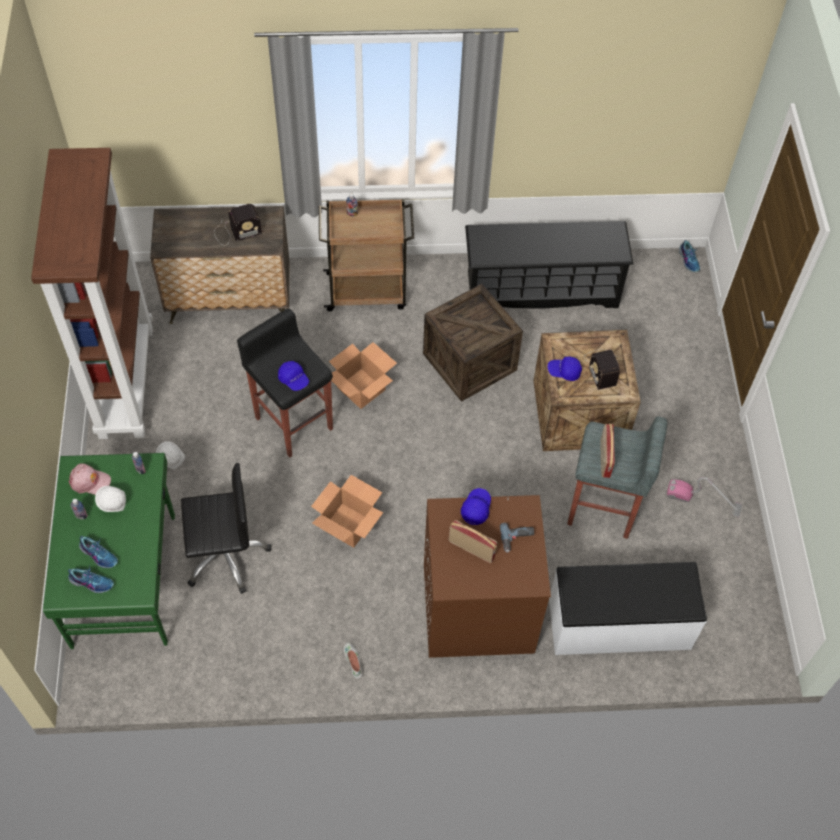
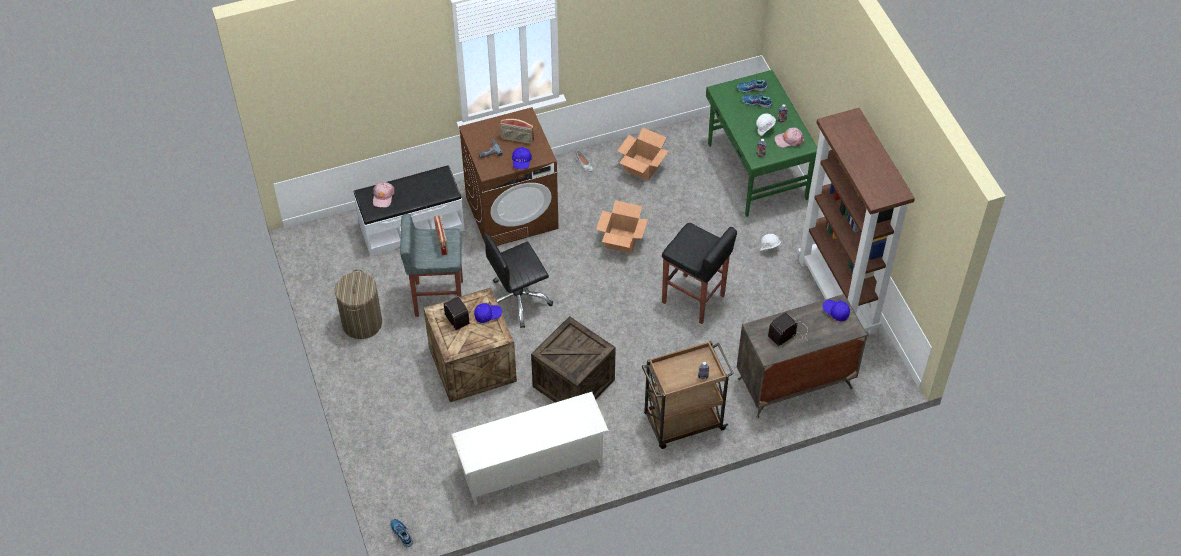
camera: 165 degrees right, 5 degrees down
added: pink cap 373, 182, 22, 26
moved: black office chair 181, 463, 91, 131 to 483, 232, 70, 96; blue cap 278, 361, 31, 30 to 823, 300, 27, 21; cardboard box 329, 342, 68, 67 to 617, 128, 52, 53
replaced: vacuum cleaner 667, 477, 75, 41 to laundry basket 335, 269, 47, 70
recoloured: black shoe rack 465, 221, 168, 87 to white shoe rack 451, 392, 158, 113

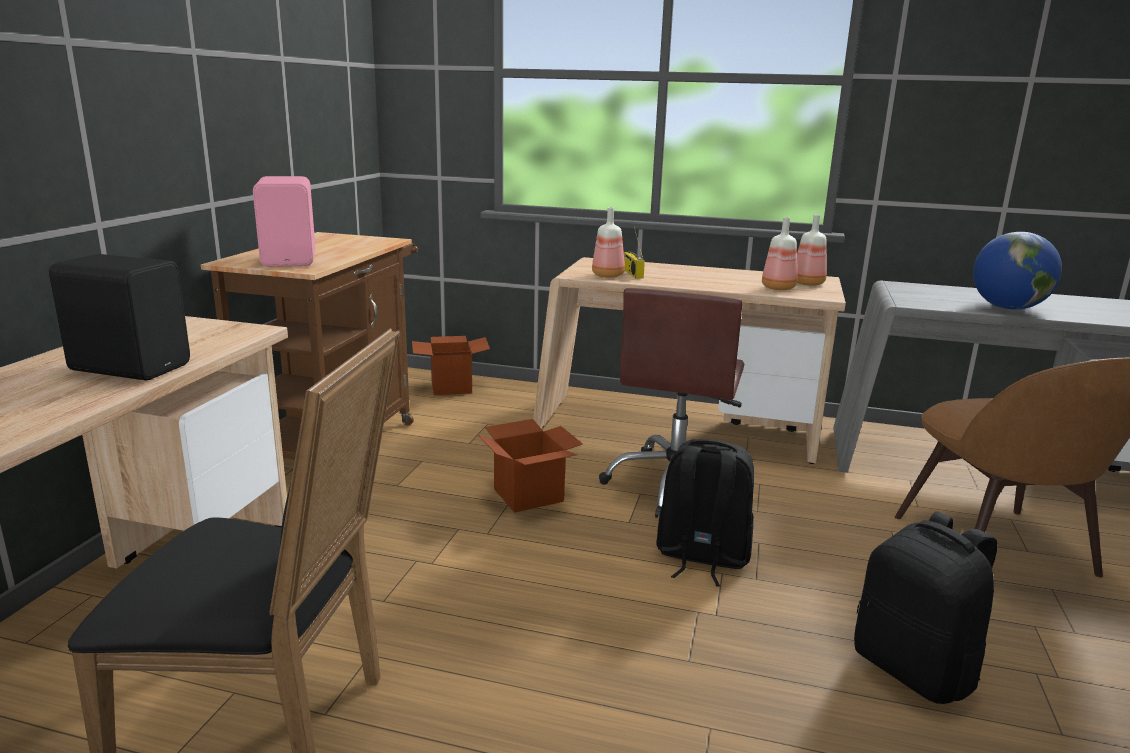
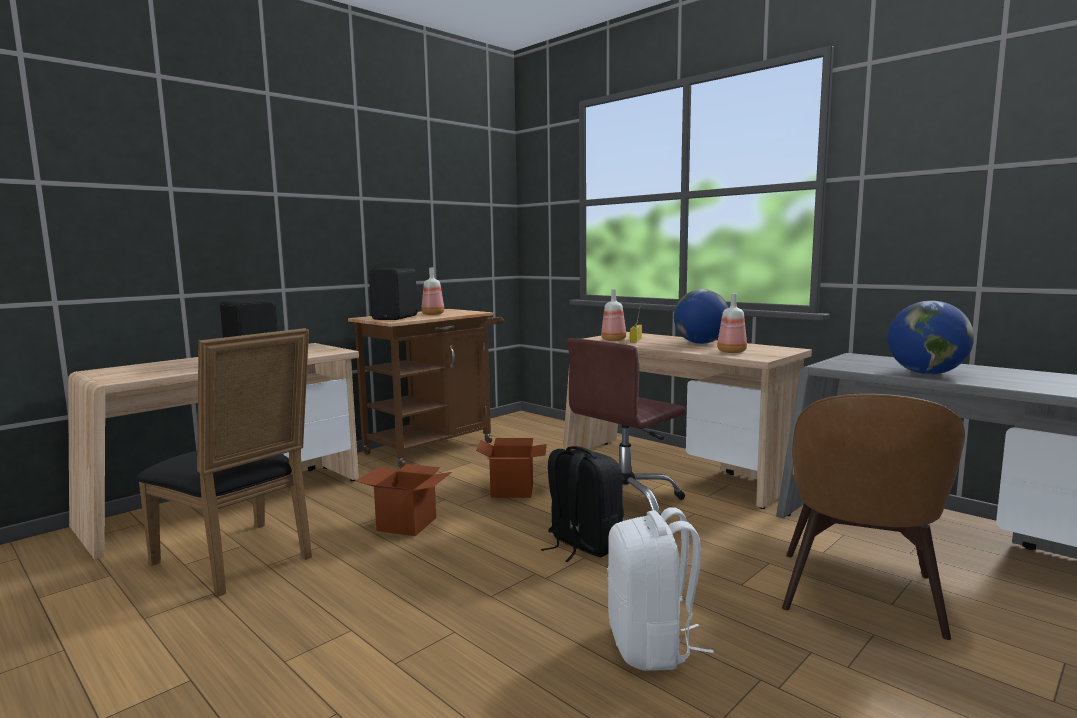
camera: 30 degrees right, 10 degrees down
added: globe 674, 289, 55, 55
moved: cardboard box 412, 336, 78, 59 to 355, 464, 97, 72; bottle 797, 215, 30, 71 to 421, 268, 23, 47
recoloured: pink speaker 253, 176, 62, 91 to black speaker 369, 268, 48, 52; black backpack 854, 511, 143, 193 to white backpack 607, 507, 106, 164

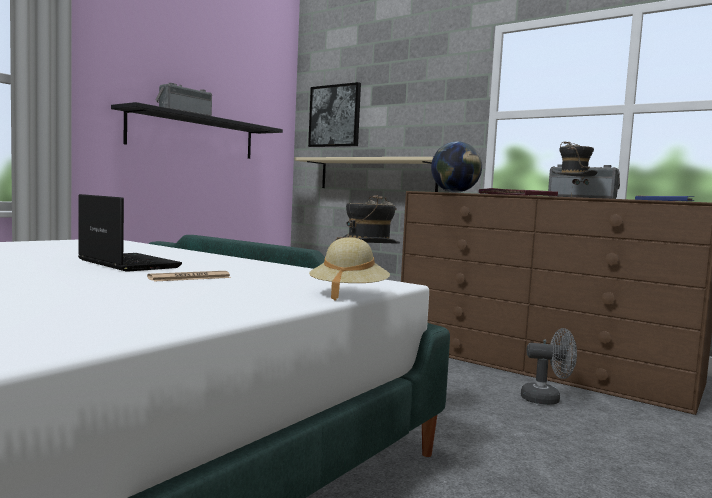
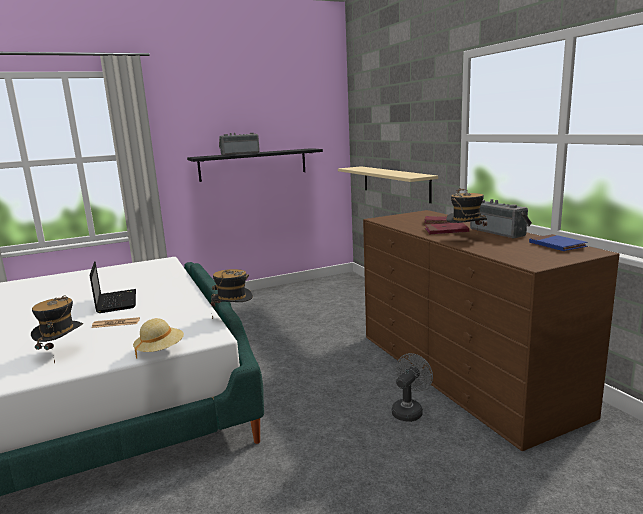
camera: 30 degrees right, 10 degrees up
removed: picture 308, 82, 53, 65; globe 431, 141, 51, 52
added: hat 31, 296, 52, 67
turned: grey fan 521, 328, 56, 77 = 392, 353, 41, 69 90 degrees counterclockwise

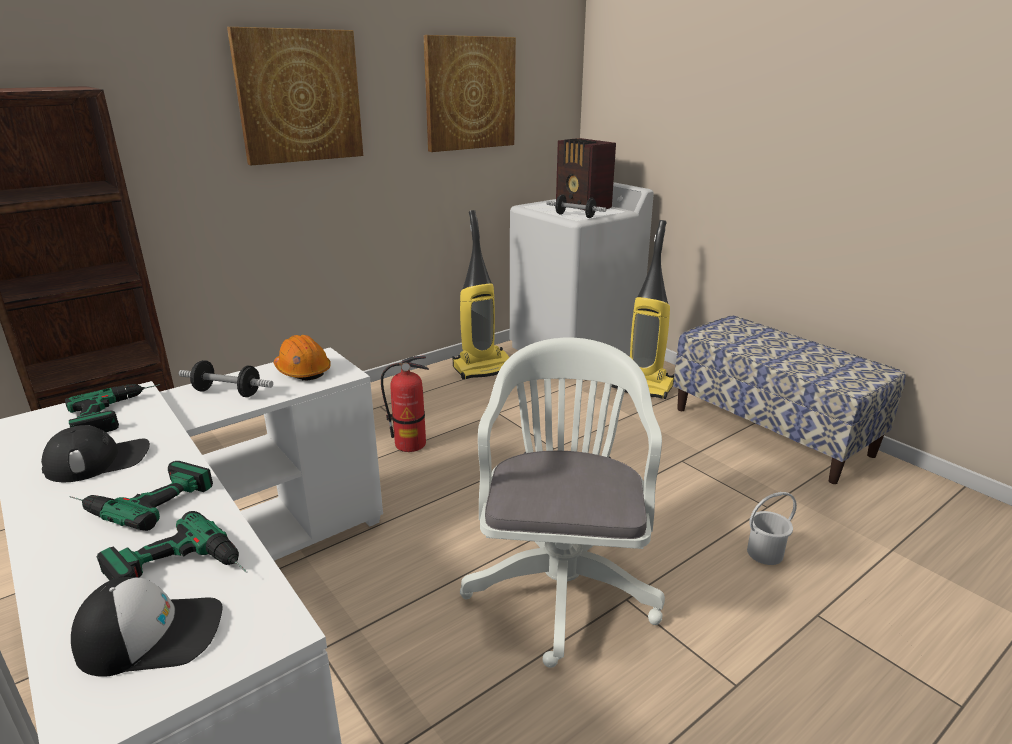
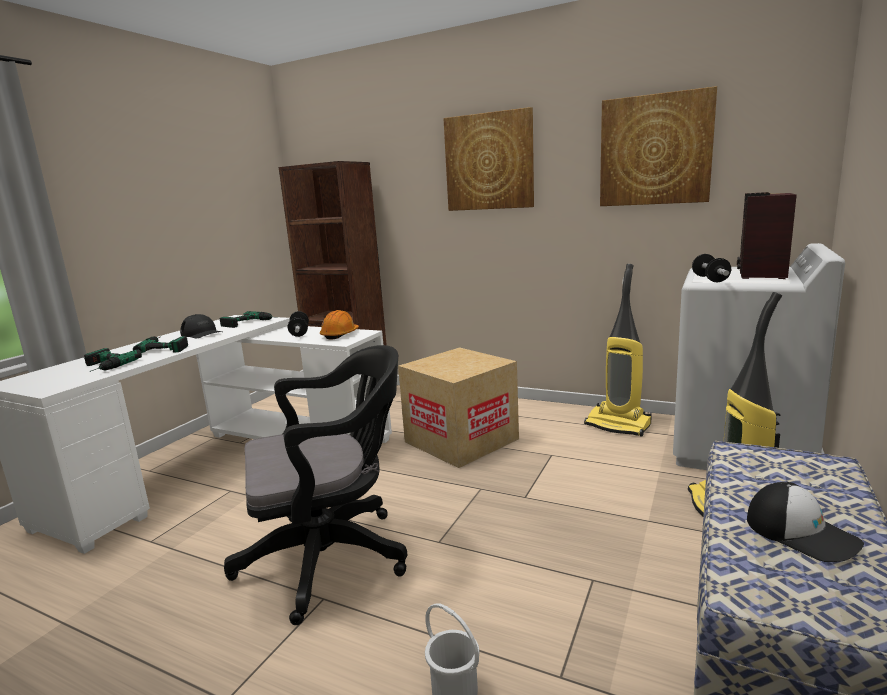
camera: 65 degrees right, 10 degrees down
moved: cap 71, 577, 151, 100 to 747, 482, 117, 80
replaced: fire extinguisher 381, 356, 48, 96 to cardboard box 398, 347, 121, 121
recoloured: white office chair 460, 338, 205, 330 to black office chair 224, 345, 184, 280

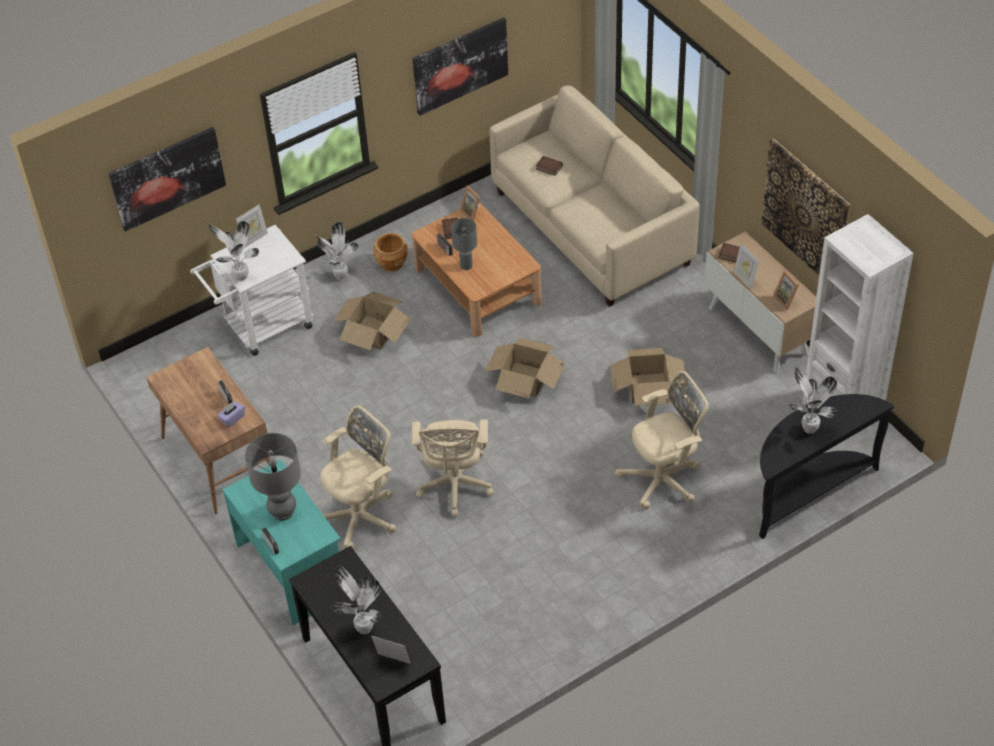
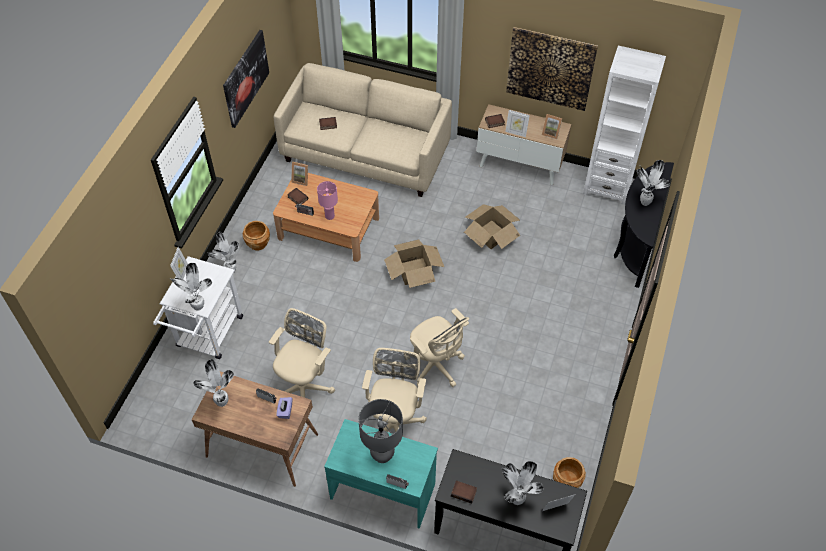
camera: 40 degrees left, 5 degrees up
removed: picture 108, 127, 118, 105; cardboard box 332, 292, 79, 58
added: potted plant 194, 359, 40, 48; book 451, 480, 26, 24; brown planter 553, 457, 33, 31
moved: beige office chair 614, 371, 94, 139 to 269, 308, 66, 90
recoloured: grey table lamp 451, 218, 26, 52 to pink table lamp 317, 181, 21, 39

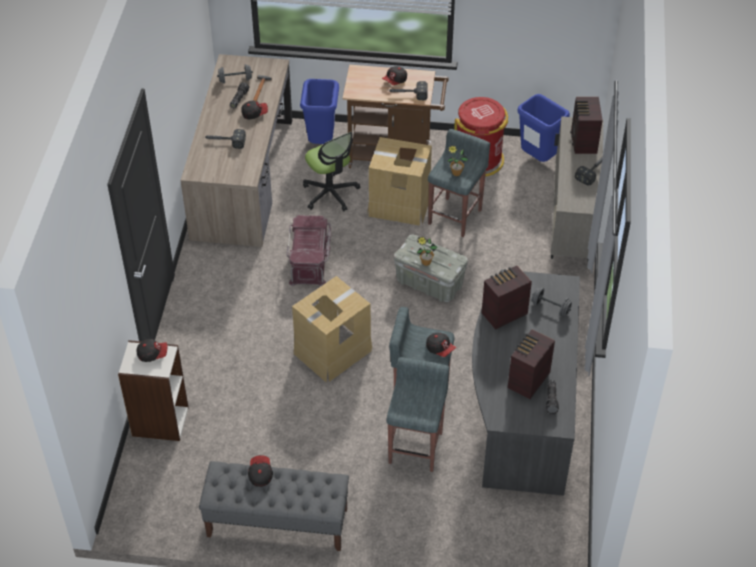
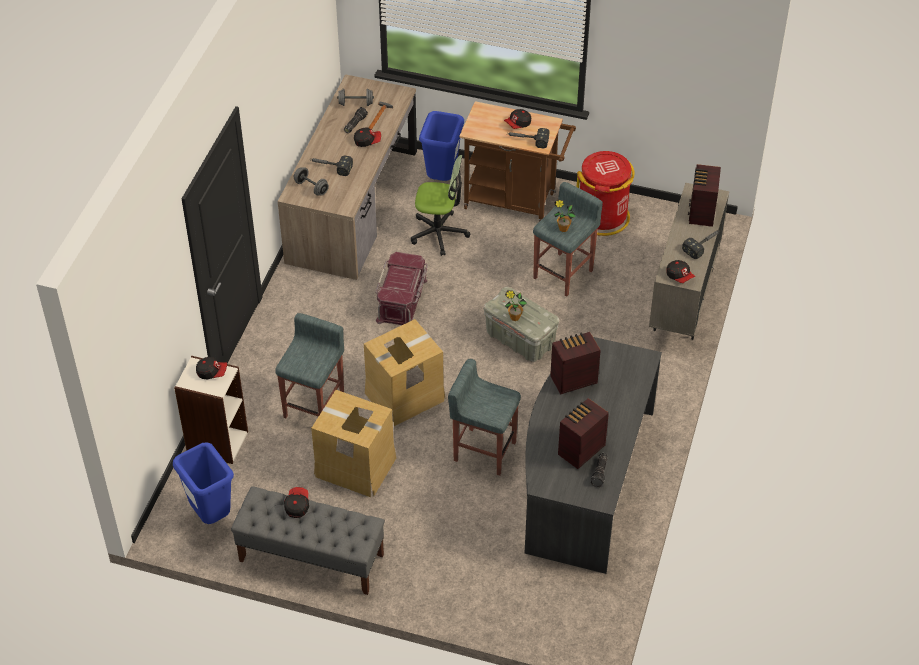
camera: 10 degrees right, 0 degrees up
moved: cardboard box 367, 137, 65, 89 to 311, 390, 85, 107; grey stool 387, 357, 62, 115 to 275, 313, 69, 105; cap 426, 333, 30, 24 to 666, 260, 29, 23; blue trash can 517, 94, 53, 68 to 173, 442, 61, 82; grey dumbbell 532, 288, 40, 28 to 294, 167, 35, 29
turned: office chair 303, 132, 57, 79 = 411, 155, 59, 101 60 degrees counterclockwise

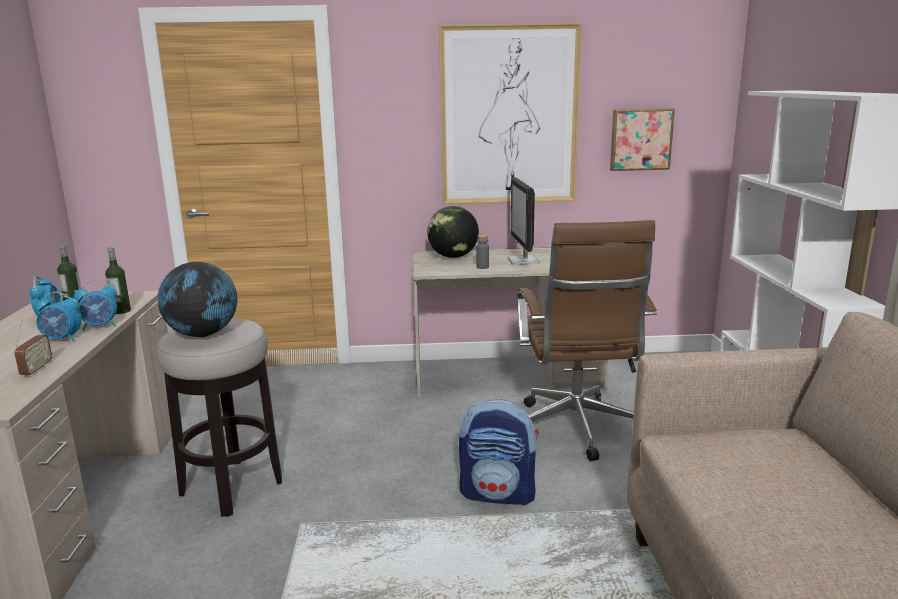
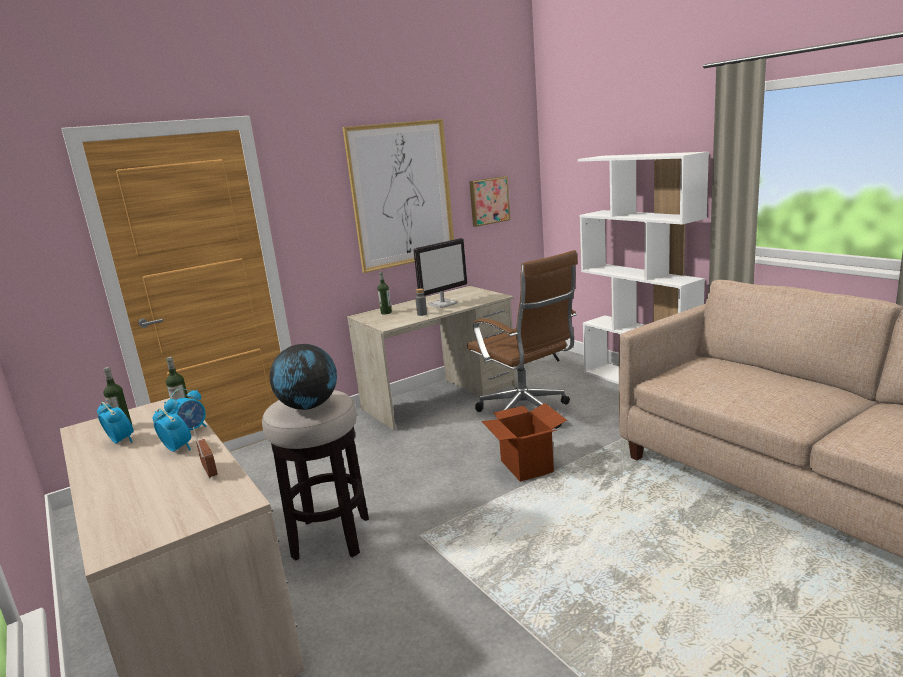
camera: 30 degrees left, 0 degrees up
replaced: globe 427, 206, 52, 52 to bottle 378, 272, 14, 42; backpack 459, 399, 80, 107 to cardboard box 481, 403, 86, 79
turned: alarm clock 35, 292, 46, 49 = 153, 408, 38, 44 105 degrees counterclockwise; monitor 508, 177, 32, 88 = 413, 238, 54, 70 90 degrees counterclockwise

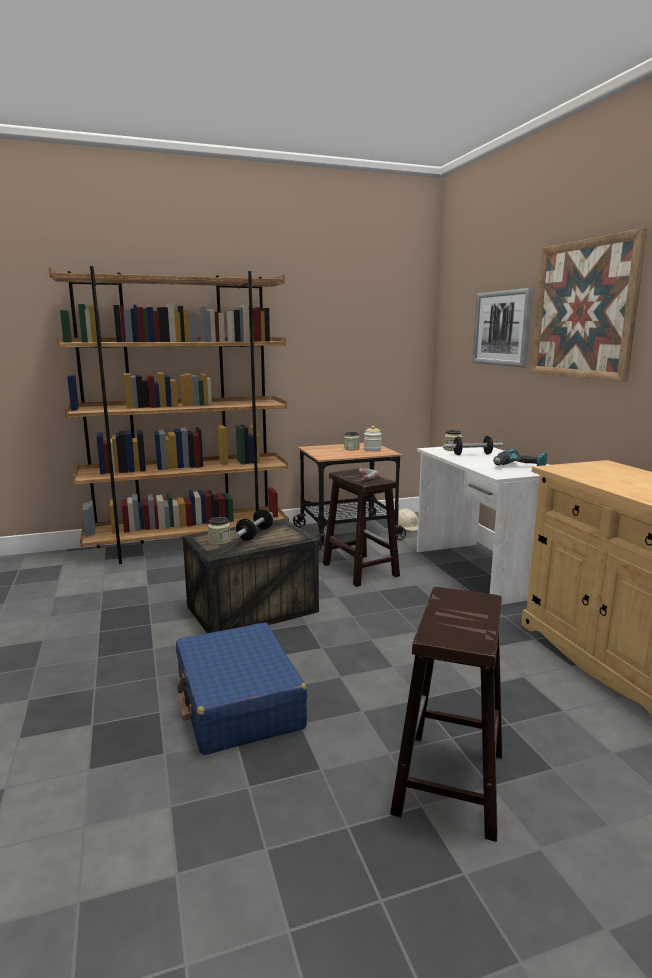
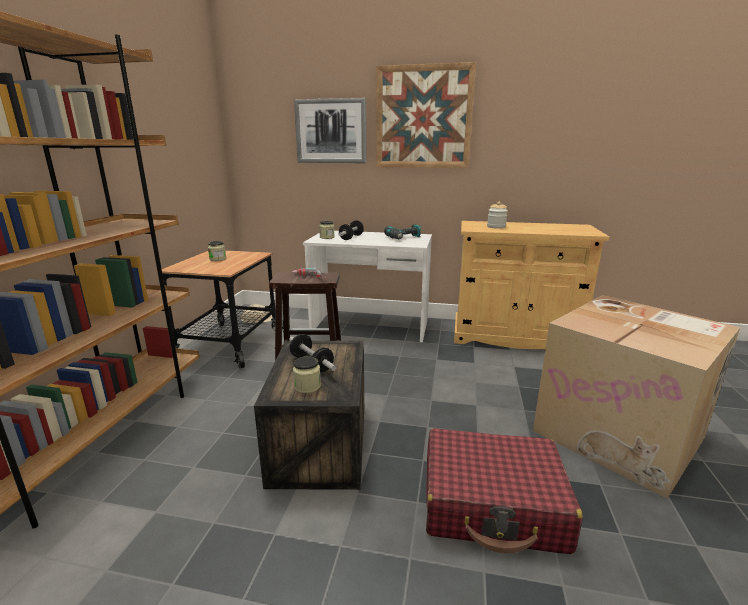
camera: 60 degrees left, 5 degrees up
moved: jar 364, 426, 18, 25 to 487, 202, 21, 27
replaced: brown stool 390, 587, 112, 255 to cardboard box 533, 295, 207, 204
recoloured: blue suitcase 176, 623, 131, 132 to red suitcase 426, 428, 157, 126

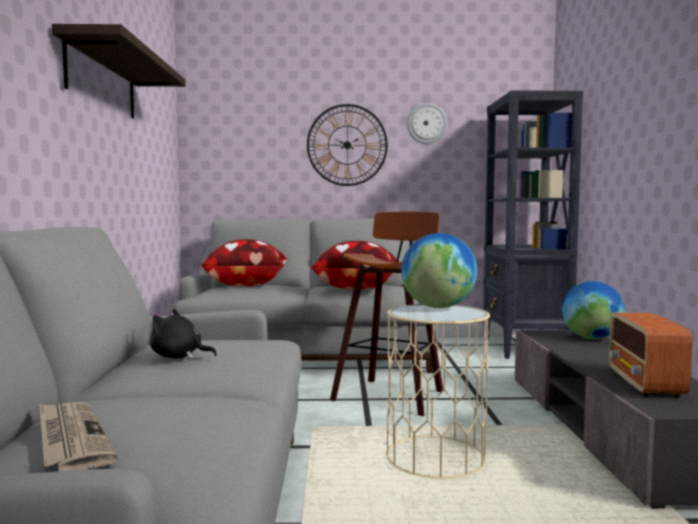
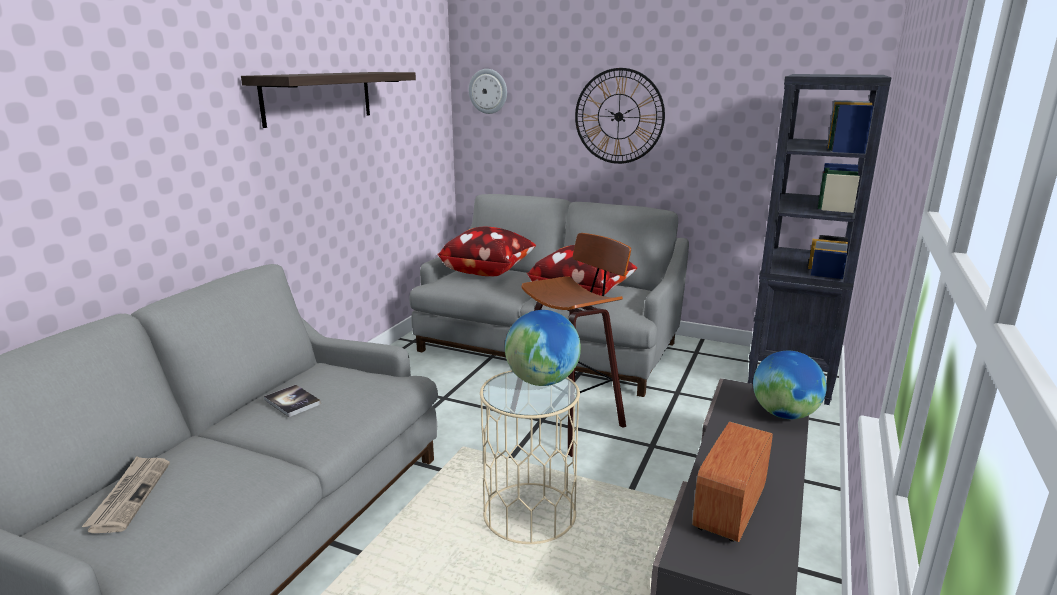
camera: 25 degrees right, 15 degrees up
moved: wall clock 407, 103, 40, 41 to 469, 69, 38, 45
replaced: black plush toy 150, 309, 67, 50 to book 264, 385, 57, 32

